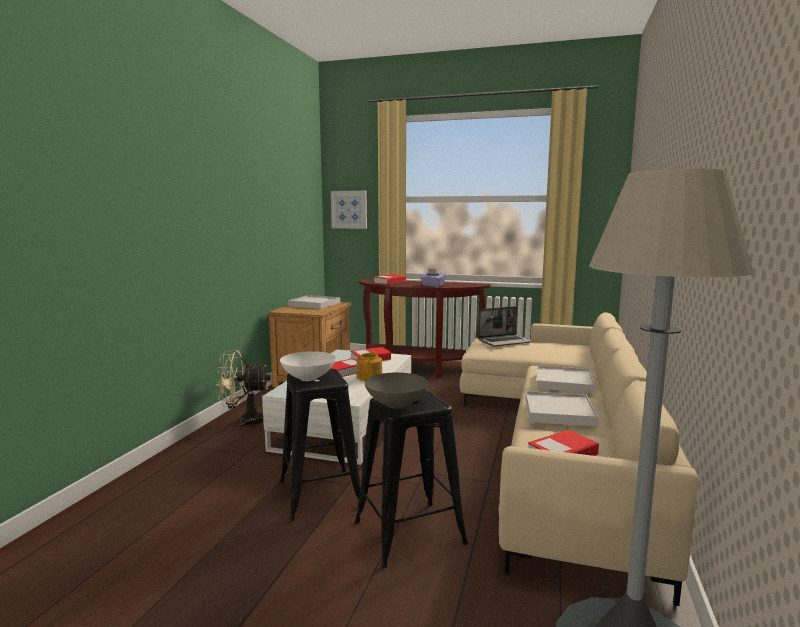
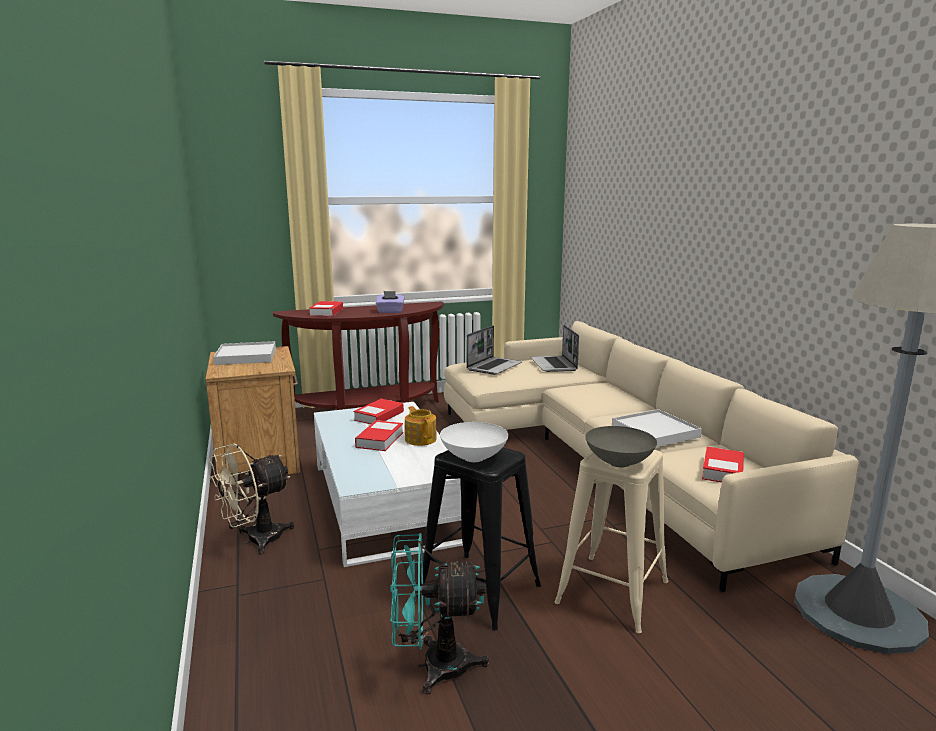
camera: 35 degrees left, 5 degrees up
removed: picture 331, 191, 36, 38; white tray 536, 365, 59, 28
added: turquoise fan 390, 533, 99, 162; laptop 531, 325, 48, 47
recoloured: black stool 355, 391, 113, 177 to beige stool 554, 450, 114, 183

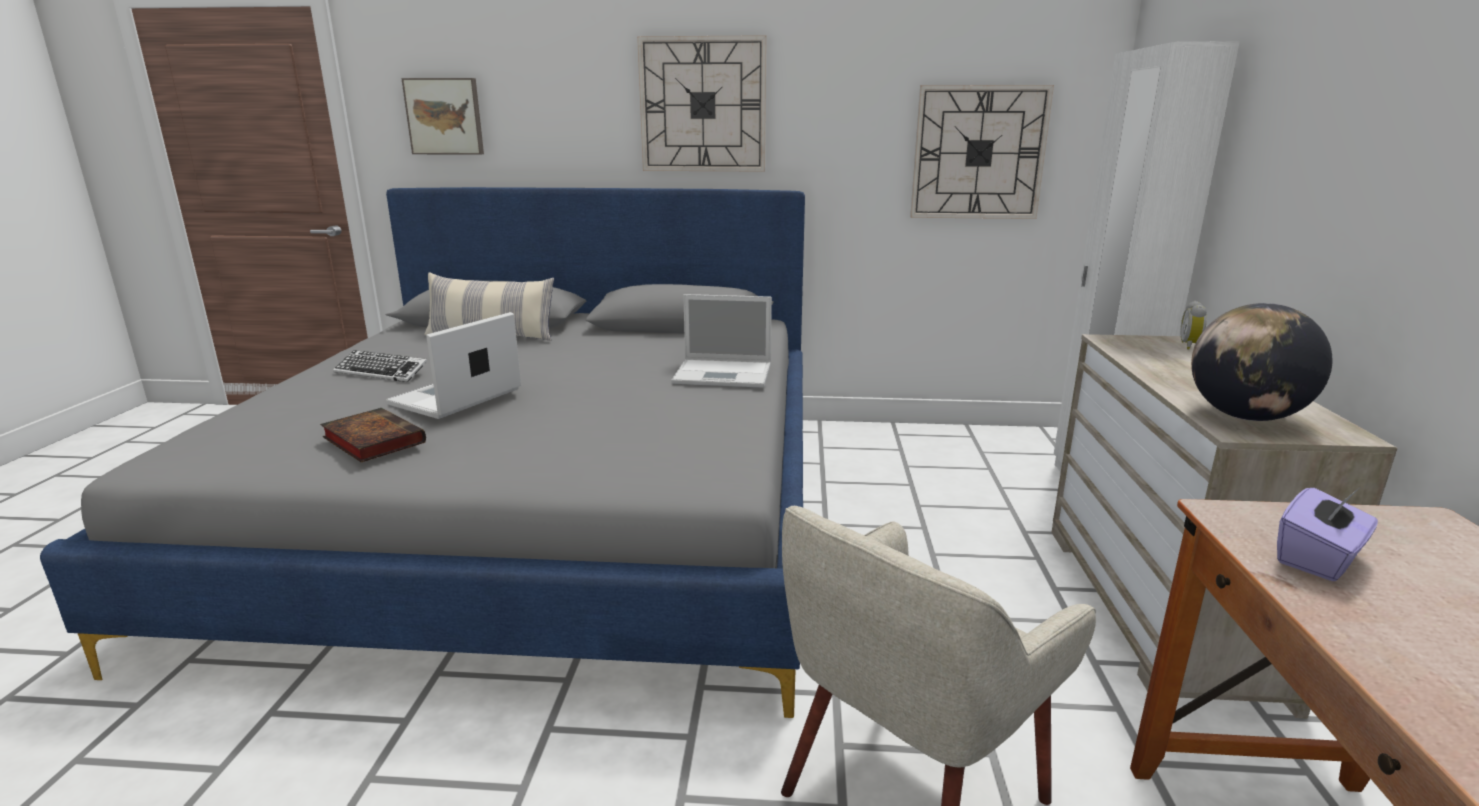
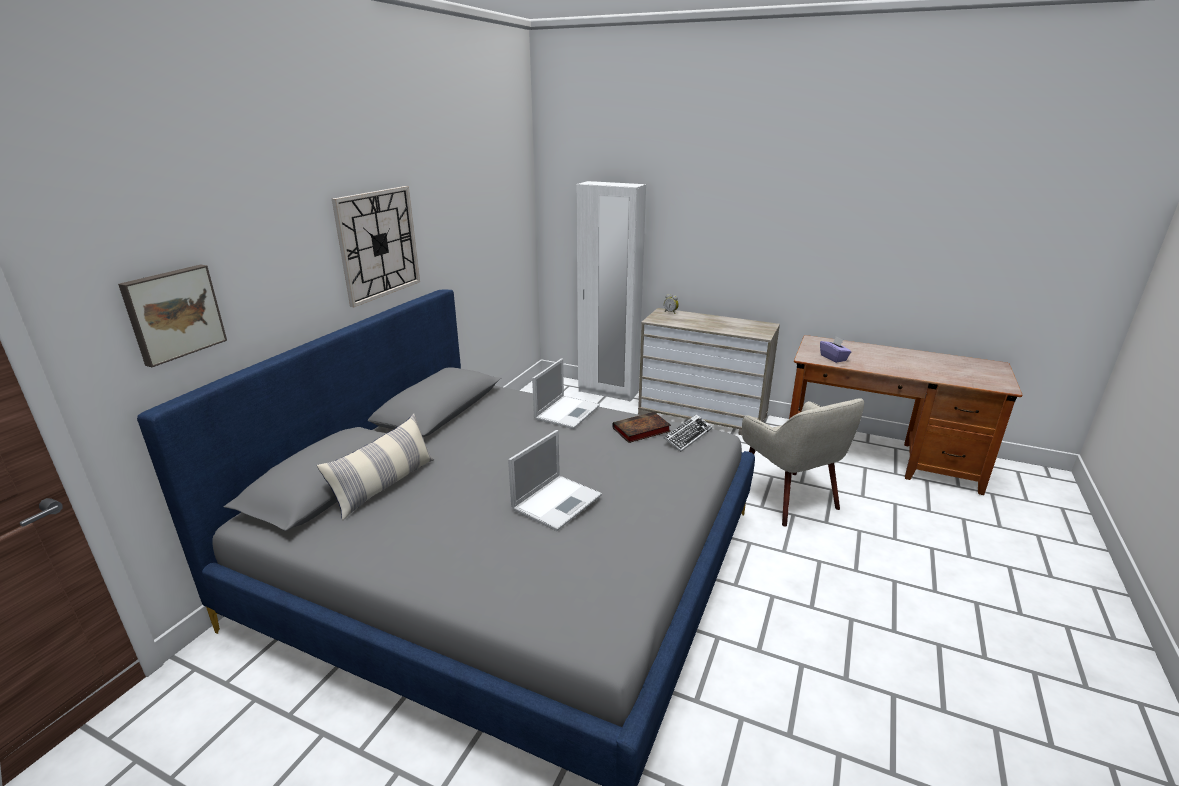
camera: 70 degrees left, 5 degrees up
removed: wall clock 910, 85, 144, 134; globe 1191, 303, 142, 118
moved: book 320, 408, 106, 54 to 613, 412, 58, 31; keyboard 333, 350, 95, 32 to 663, 414, 49, 38
turned: laptop 386, 312, 135, 107 = 508, 430, 94, 101 105 degrees counterclockwise

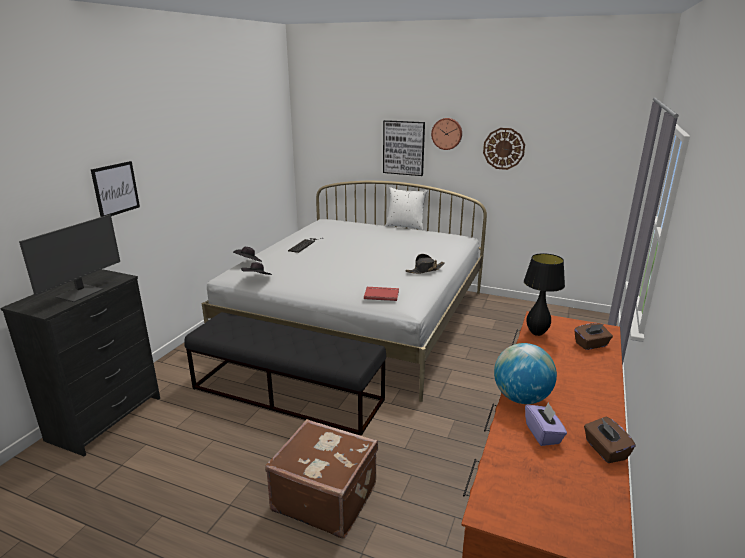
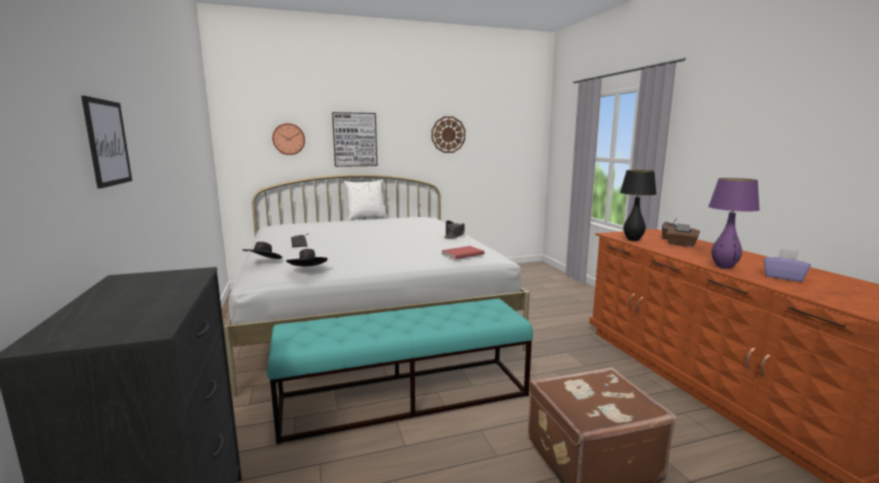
camera: 40 degrees left, 10 degrees down
removed: monitor 19, 214, 101, 88
moved: wall clock 431, 118, 31, 32 to 272, 123, 33, 32; brown tissue box 584, 417, 52, 46 to 666, 223, 34, 24
replaced: globe 494, 343, 63, 61 to purple table lamp 708, 178, 52, 91
recoloured: black bench 184, 312, 202, 124 to turquoise bench 267, 299, 266, 145

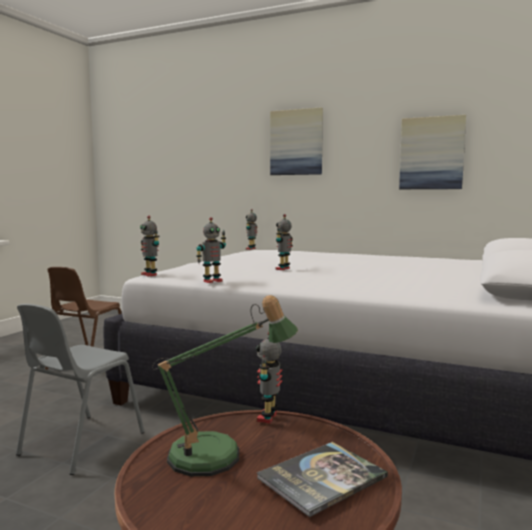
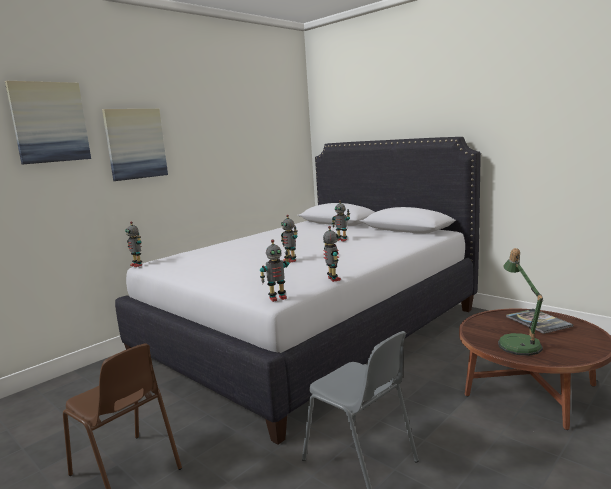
camera: 70 degrees left, 5 degrees up
moved: toy robot 256, 331, 26, 93 to 332, 200, 18, 41; picture 399, 115, 67, 74 to 5, 81, 86, 83

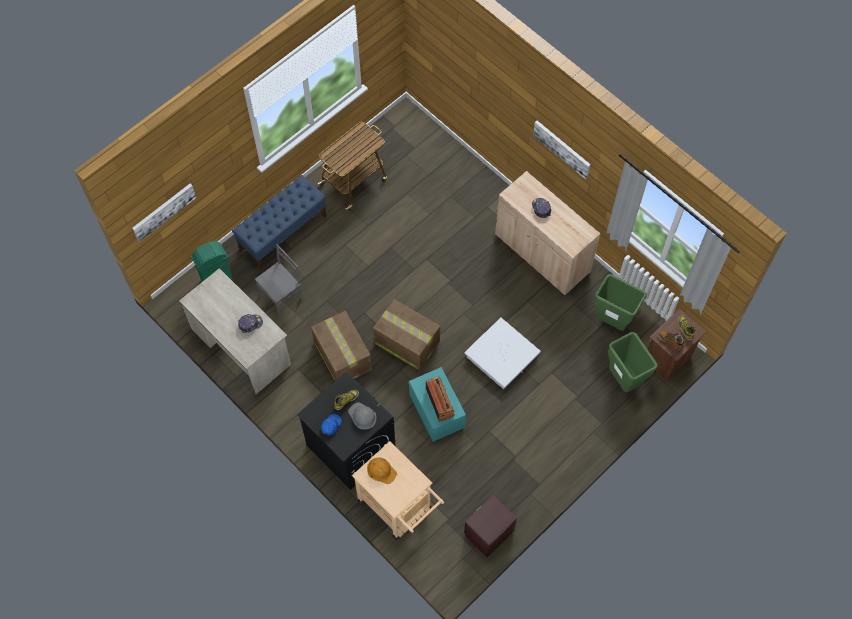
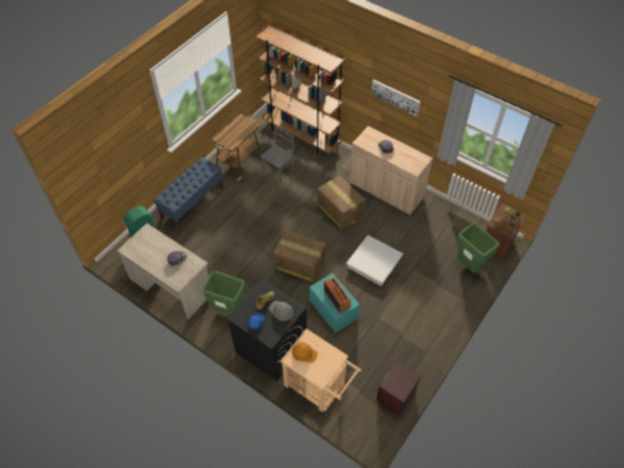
camera: 10 degrees left, 10 degrees down
removed: picture 132, 183, 64, 59
added: brown bookcase 255, 23, 91, 132
moved: grey chair 255, 244, 48, 72 to 261, 126, 33, 58; cardboard box 311, 311, 61, 70 to 317, 175, 48, 55; green trash can 595, 274, 52, 57 to 202, 271, 43, 44

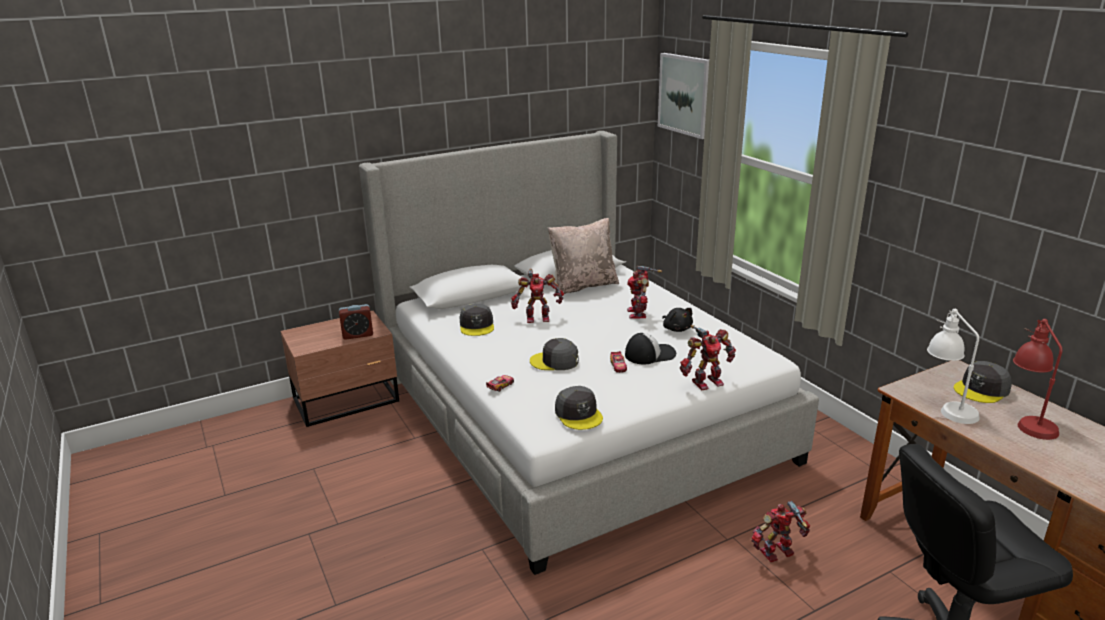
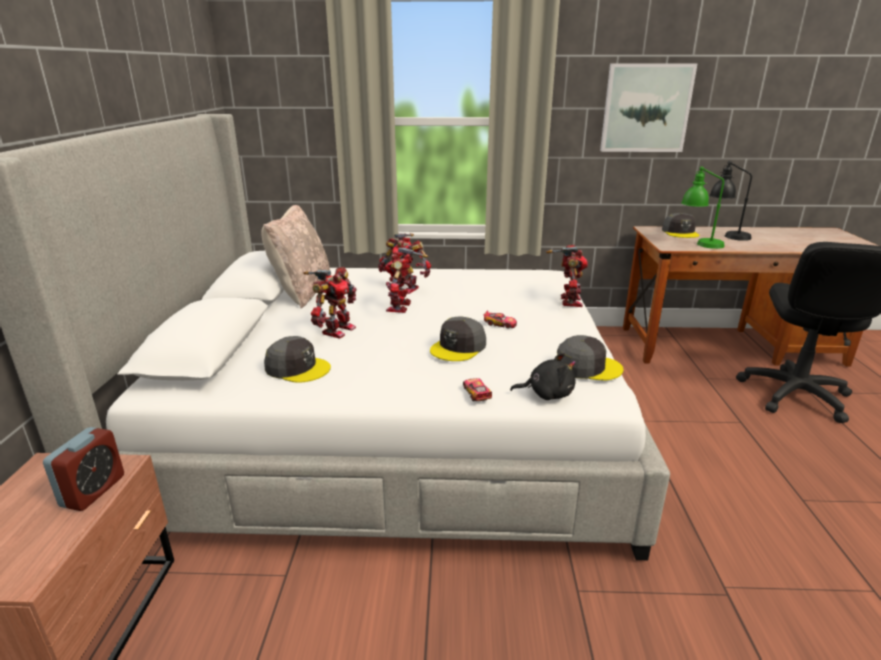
camera: 60 degrees left, 0 degrees up
removed: cap 625, 333, 51, 31
moved: picture 658, 53, 51, 86 to 600, 63, 98, 89; black plush toy 662, 308, 31, 24 to 510, 353, 66, 47; toy robot 752, 501, 58, 61 to 385, 247, 43, 66
recoloured: white table lamp 927, 309, 53, 115 to green table lamp 681, 166, 44, 83; red table lamp 1013, 319, 49, 121 to black table lamp 710, 161, 42, 80

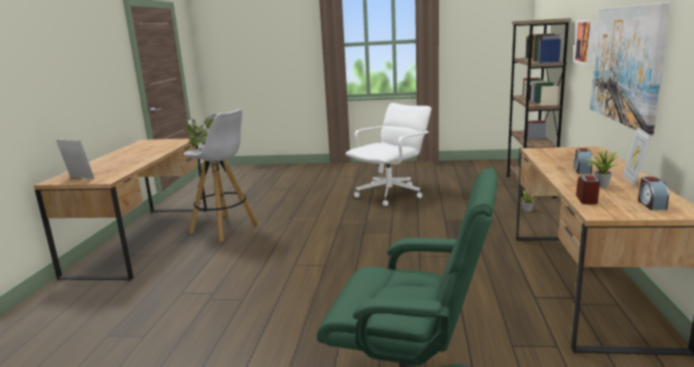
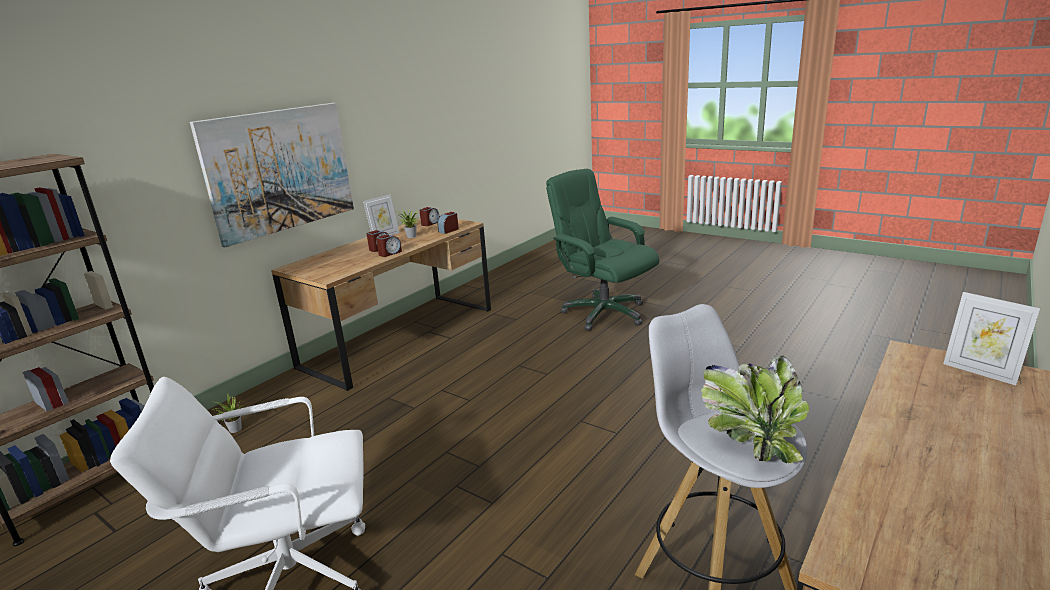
camera: 150 degrees left, 5 degrees up
removed: picture 574, 20, 23, 45
added: alarm clock 376, 235, 26, 22

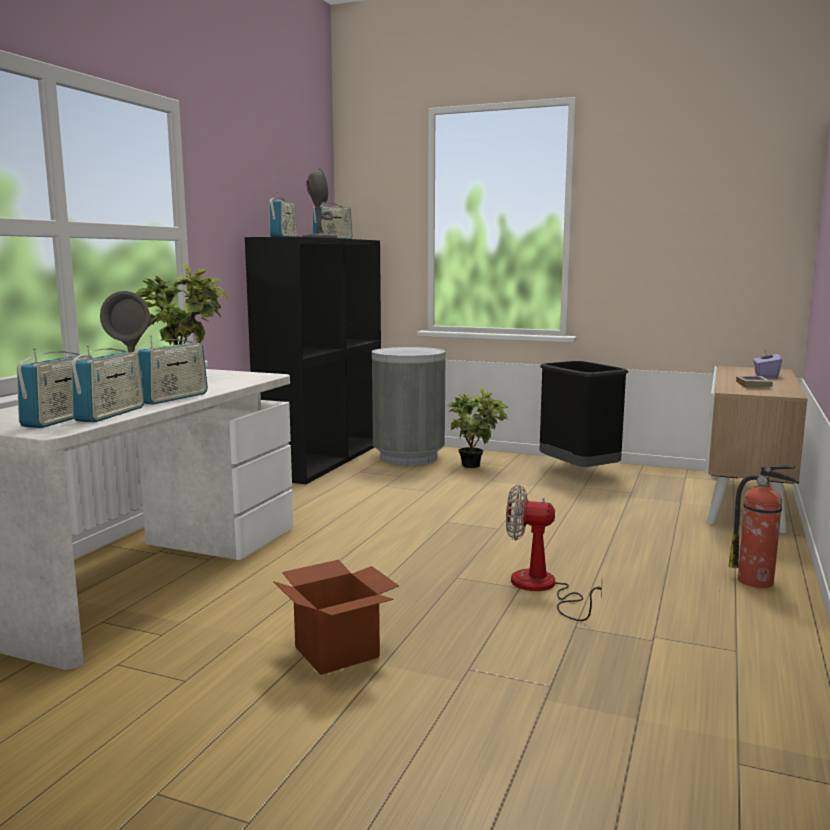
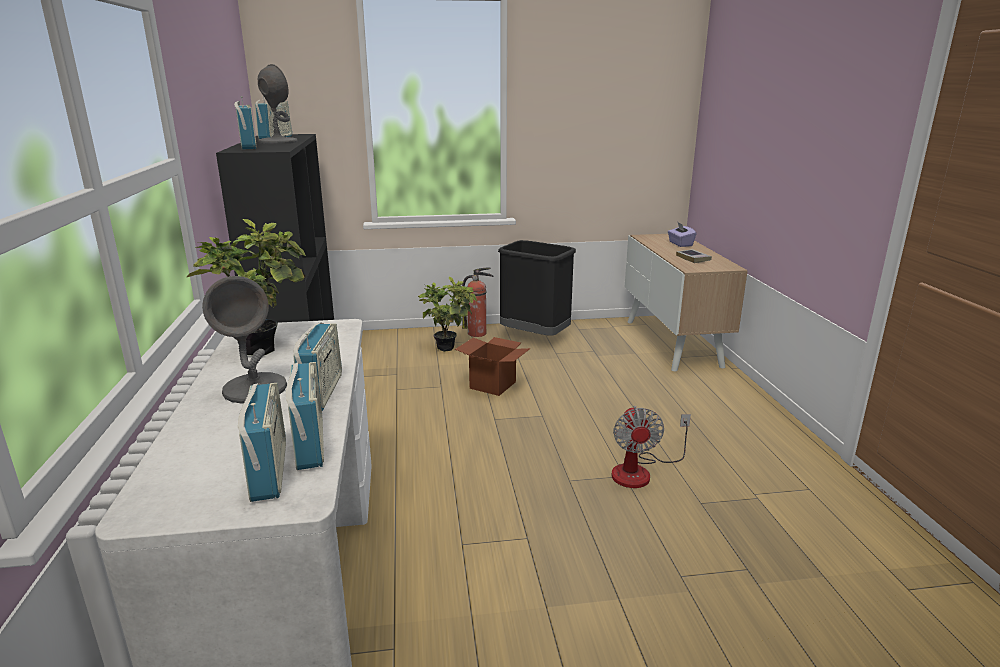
camera: 30 degrees left, 10 degrees up
removed: grey trash can 372, 347, 74, 118
moved: cardboard box 273, 560, 126, 115 to 455, 337, 76, 59; fire extinguisher 729, 465, 70, 123 to 462, 267, 32, 70
turned: fan 506, 485, 97, 136 = 611, 406, 80, 82 75 degrees counterclockwise

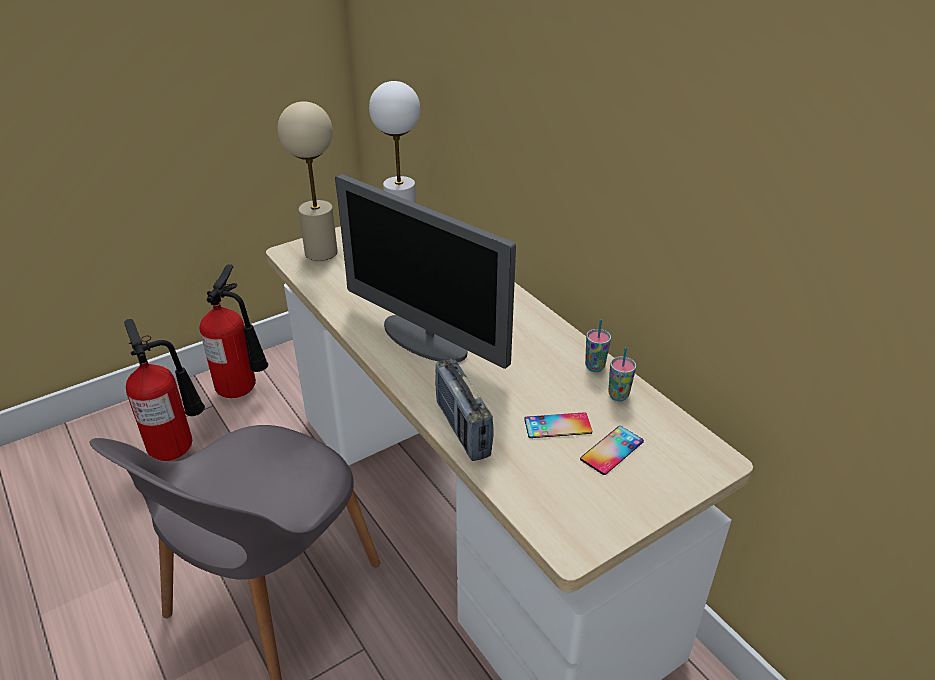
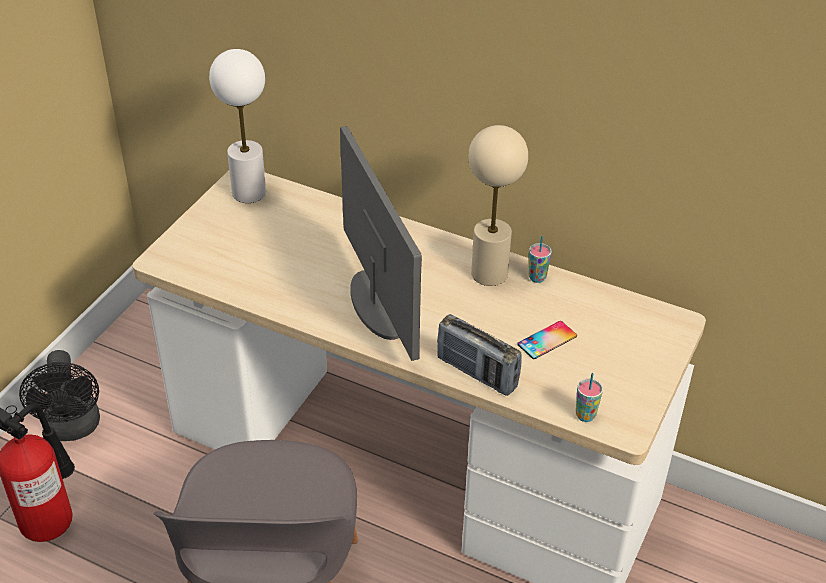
camera: 30 degrees left, 5 degrees up
removed: phone 580, 426, 64, 49
moved: beige table lamp 278, 101, 60, 160 to 468, 125, 60, 161; cup 608, 347, 28, 54 to 576, 373, 27, 49
replaced: fire extinguisher 200, 264, 68, 134 to black fan 19, 350, 81, 91
turned: monitor 335, 174, 181, 195 = 340, 126, 82, 235 120 degrees counterclockwise

